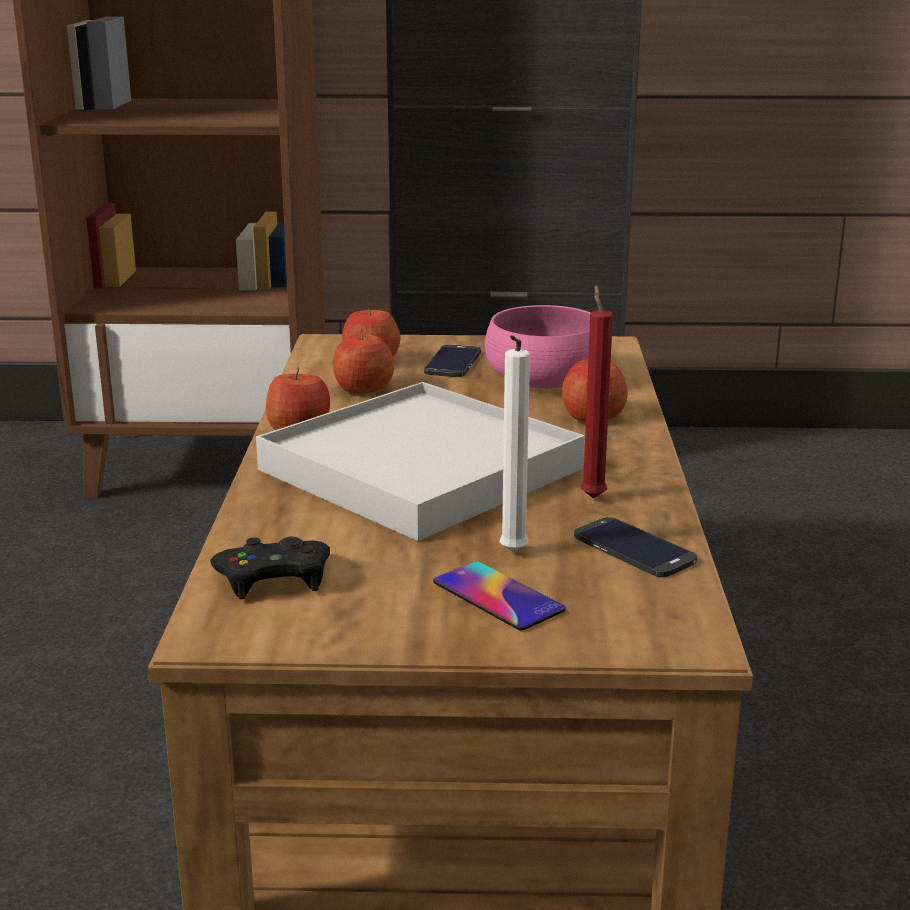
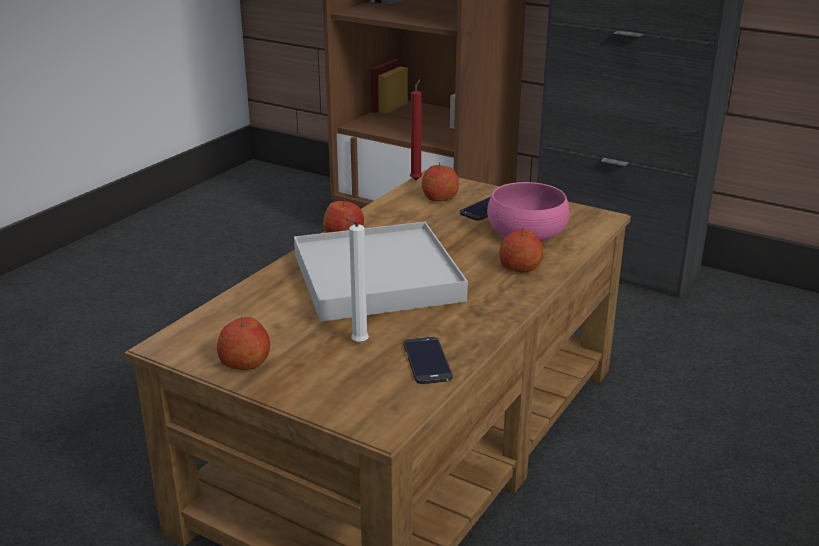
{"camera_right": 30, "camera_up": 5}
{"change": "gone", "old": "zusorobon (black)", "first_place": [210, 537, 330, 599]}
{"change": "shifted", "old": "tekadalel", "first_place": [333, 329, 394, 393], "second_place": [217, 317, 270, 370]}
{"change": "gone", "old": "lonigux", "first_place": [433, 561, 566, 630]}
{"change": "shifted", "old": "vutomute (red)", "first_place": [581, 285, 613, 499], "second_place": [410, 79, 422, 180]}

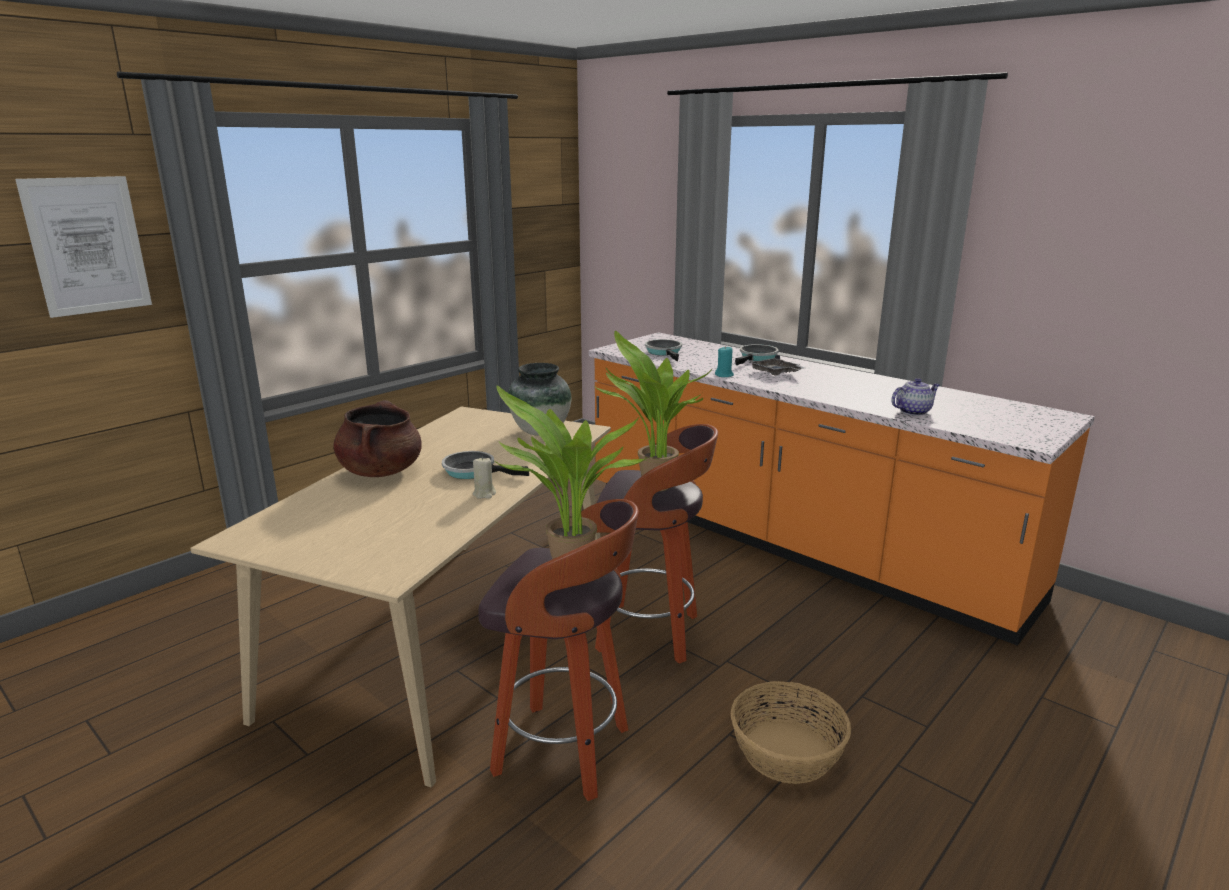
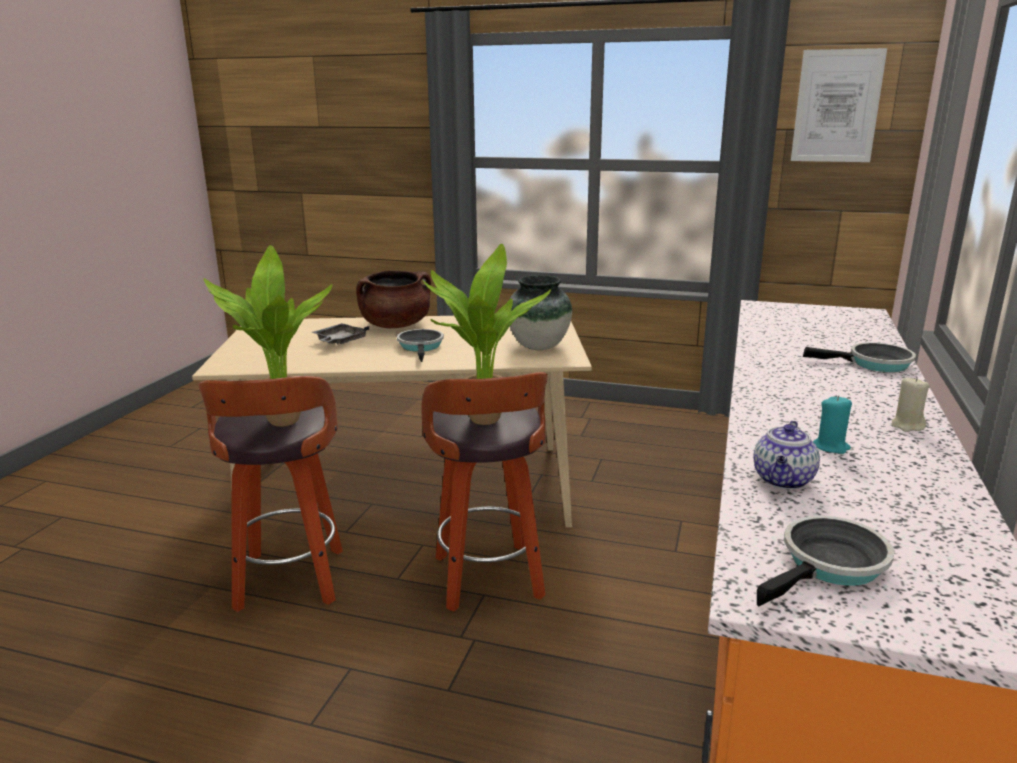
{"camera_right": 65, "camera_up": 0}
{"change": "shifted", "old": "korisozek", "first_place": [15, 176, 152, 318], "second_place": [791, 48, 887, 162]}
{"change": "shifted", "old": "vutomute (beige)", "first_place": [473, 457, 496, 499], "second_place": [891, 377, 930, 432]}
{"change": "shifted", "old": "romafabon", "first_place": [645, 339, 682, 361], "second_place": [757, 516, 894, 606]}
{"change": "shifted", "old": "vutomute (turquoise)", "first_place": [715, 346, 734, 377], "second_place": [813, 396, 852, 454]}
{"change": "gone", "old": "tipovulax", "first_place": [731, 681, 851, 784]}
{"change": "shifted", "old": "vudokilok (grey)", "first_place": [750, 355, 804, 376], "second_place": [312, 323, 369, 345]}
{"change": "rotated", "old": "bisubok", "first_place": [891, 378, 940, 416], "second_place": [753, 421, 820, 489], "degrees": 75}

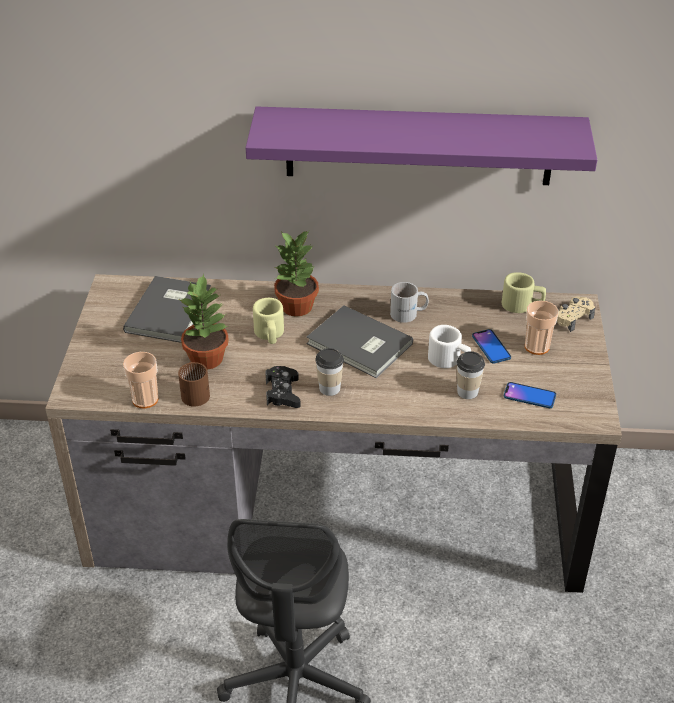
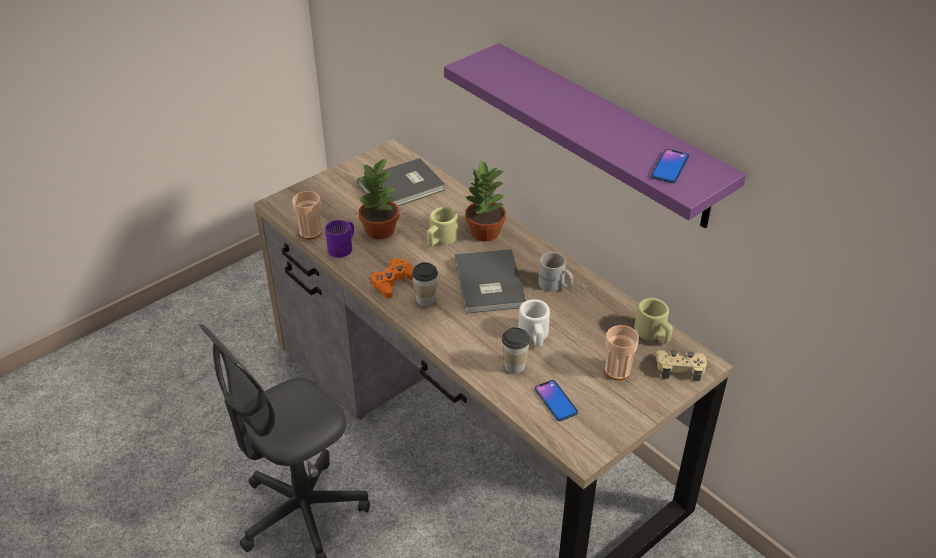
{"camera_right": 45, "camera_up": 0}
{"change": "repainted", "old": "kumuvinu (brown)", "new": "kumuvinu (purple)", "first_place": [178, 362, 210, 407], "second_place": [325, 220, 354, 258]}
{"change": "repainted", "old": "zusorobon (black)", "new": "zusorobon (orange)", "first_place": [265, 366, 301, 408], "second_place": [370, 258, 413, 299]}
{"change": "shifted", "old": "lonigux", "first_place": [472, 329, 511, 364], "second_place": [651, 149, 689, 183]}

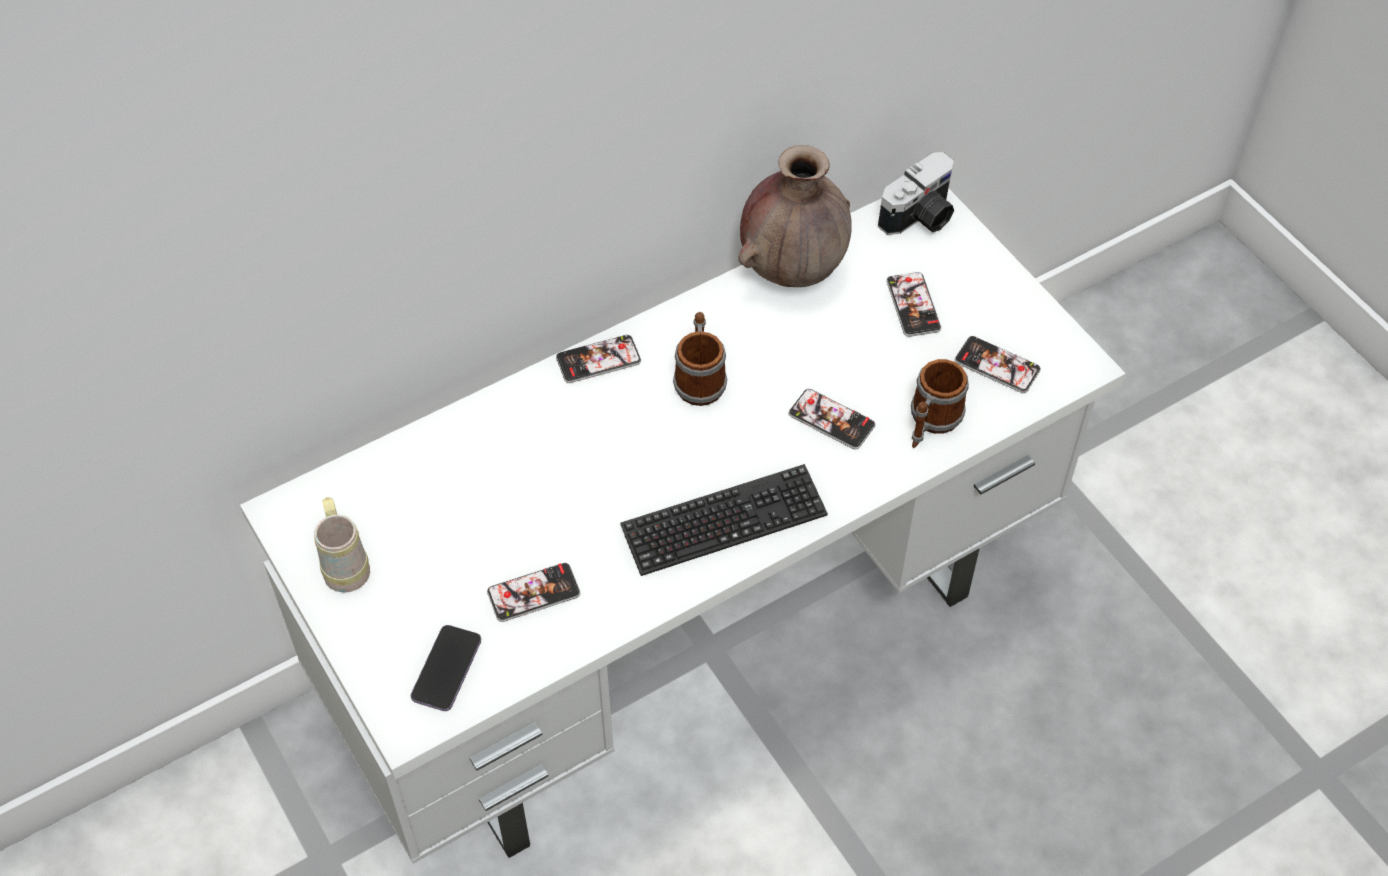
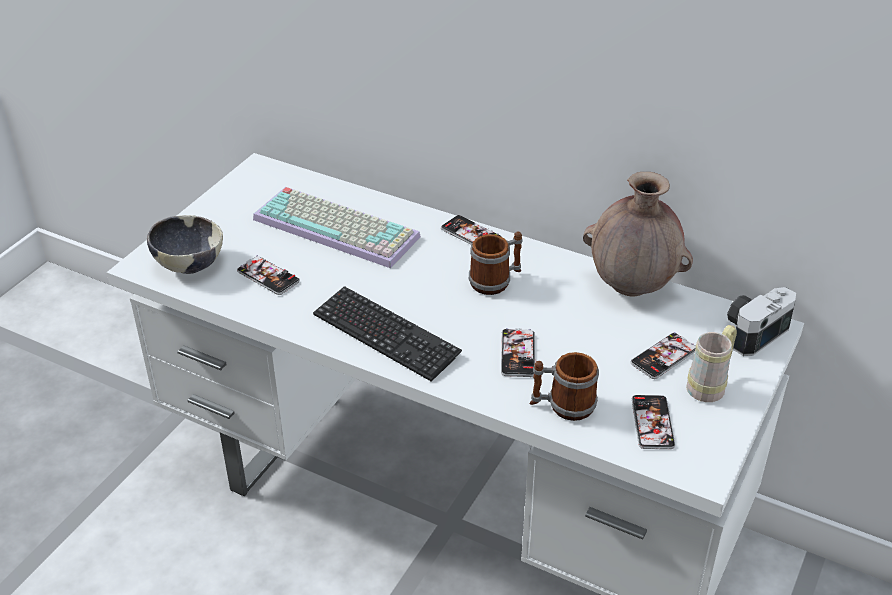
{"camera_right": 60, "camera_up": -15}
{"change": "shifted", "old": "kumuvinu (beige)", "first_place": [314, 497, 370, 593], "second_place": [686, 325, 737, 402]}
{"change": "swapped", "old": "lonigux", "new": "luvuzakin", "first_place": [411, 625, 481, 711], "second_place": [147, 215, 223, 274]}
{"change": "rotated", "old": "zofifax", "first_place": [878, 152, 954, 235], "second_place": [727, 287, 796, 356], "degrees": 120}
{"change": "new", "new": "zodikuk", "second_place": [253, 187, 421, 268]}

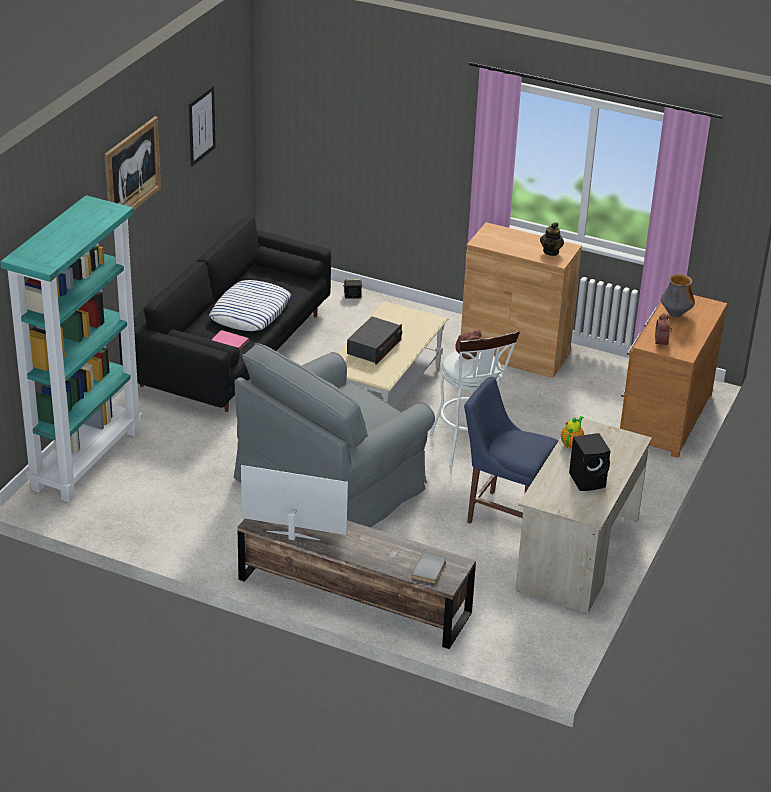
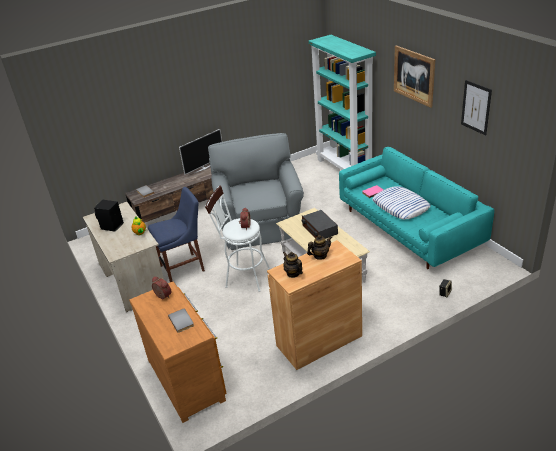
{"camera_right": 130, "camera_up": 0}
{"change": "repainted", "old": "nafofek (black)", "new": "nafofek (turquoise)", "first_place": [119, 218, 331, 412], "second_place": [339, 147, 494, 269]}
{"change": "swapped", "old": "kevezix", "new": "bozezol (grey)", "first_place": [661, 274, 695, 317], "second_place": [168, 309, 194, 333]}
{"change": "new", "new": "bisubok", "second_place": [307, 235, 332, 260]}

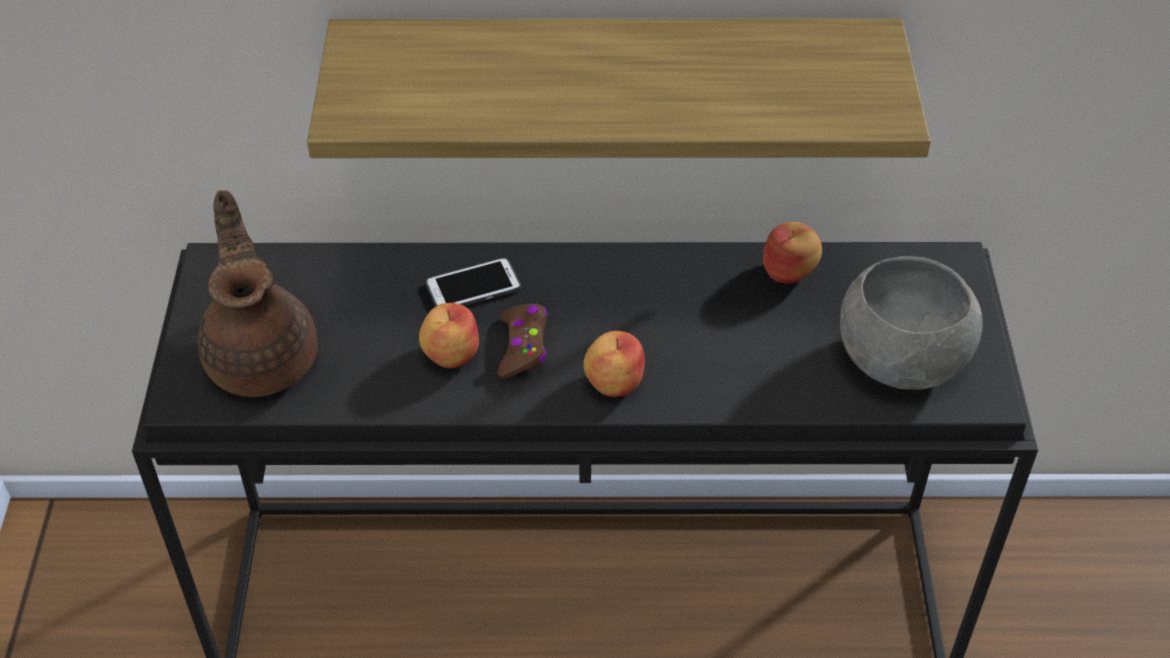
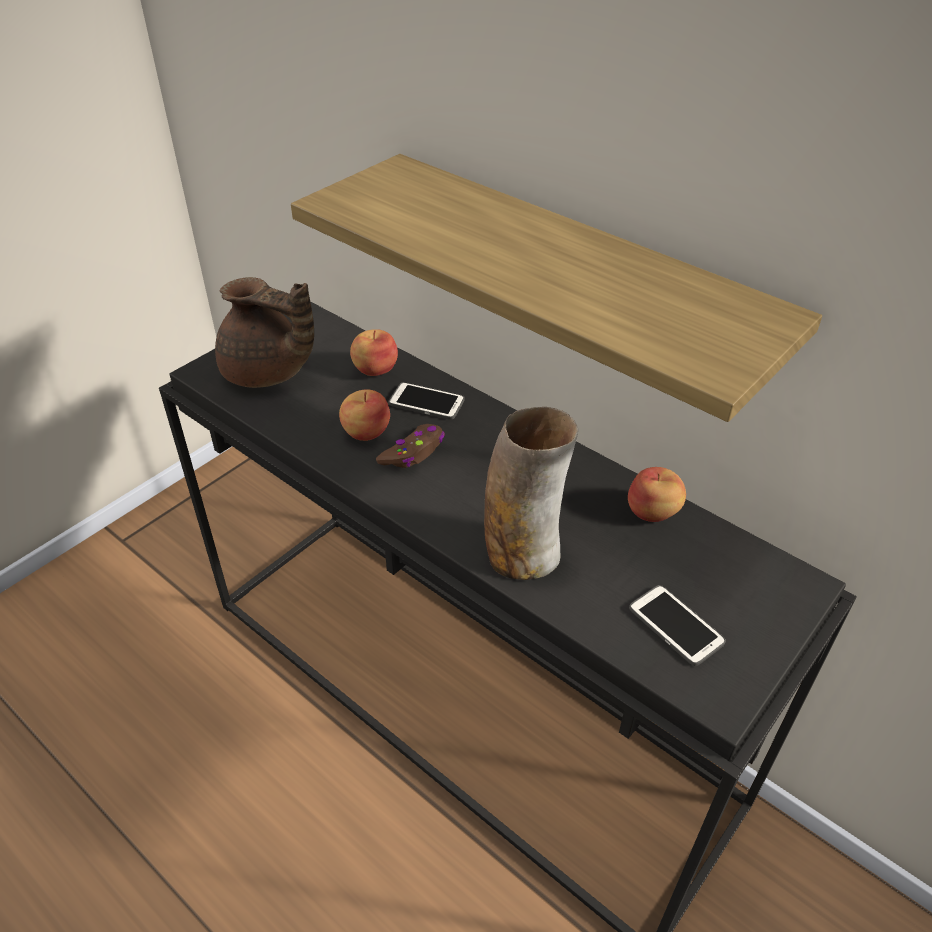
{"camera_right": 40, "camera_up": -5}
{"change": "rotated", "old": "bisubok (brown)", "first_place": [198, 190, 317, 397], "second_place": [215, 277, 314, 388], "degrees": 90}
{"change": "shifted", "old": "tekadalel", "first_place": [583, 331, 645, 397], "second_place": [350, 329, 398, 376]}
{"change": "swapped", "old": "luvuzakin (grey)", "new": "lonigux", "first_place": [840, 256, 983, 390], "second_place": [629, 585, 726, 666]}
{"change": "new", "new": "kevezix", "second_place": [484, 407, 578, 580]}

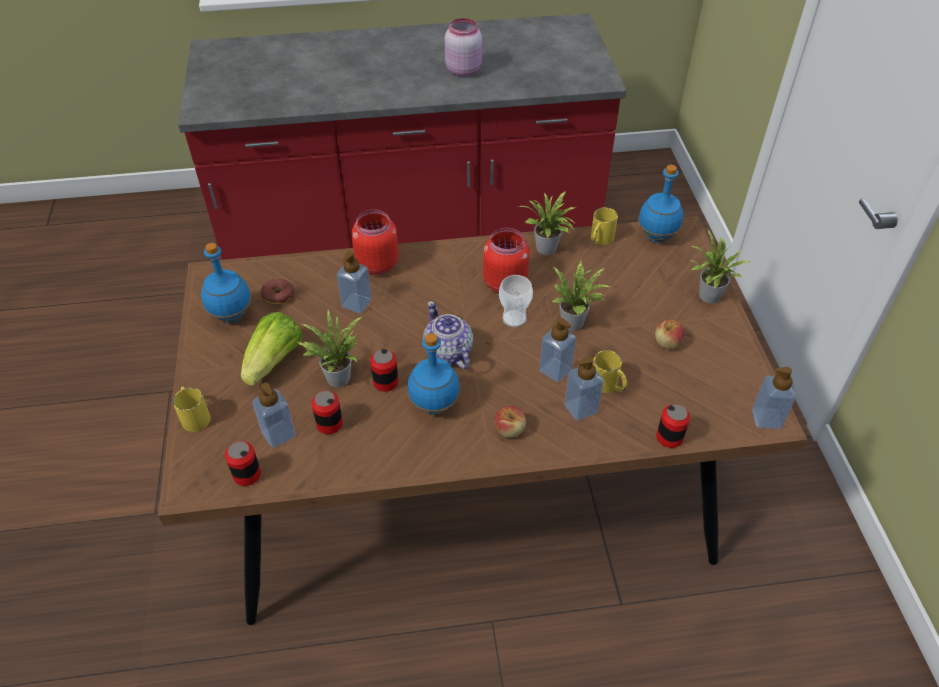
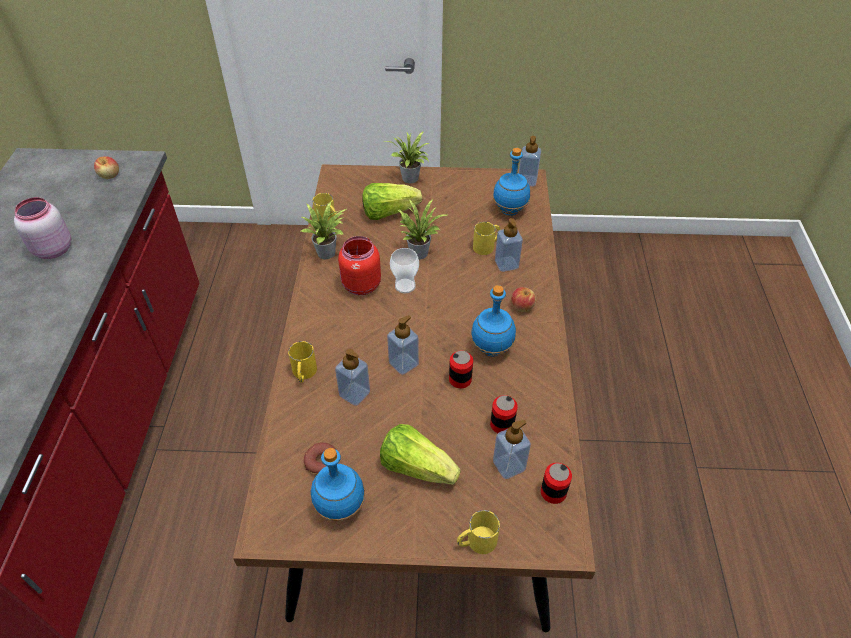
{"camera_right": -80, "camera_up": 0}
{"change": "gone", "old": "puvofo", "first_place": [297, 310, 362, 387]}
{"change": "swapped", "old": "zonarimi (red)", "new": "kumuvinu (yellow)", "first_place": [352, 210, 399, 275], "second_place": [288, 341, 317, 383]}
{"change": "gone", "old": "bisubok", "first_place": [423, 301, 473, 369]}
{"change": "shifted", "old": "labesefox", "first_place": [539, 318, 576, 382], "second_place": [387, 315, 419, 375]}
{"change": "shifted", "old": "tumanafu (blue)", "first_place": [638, 165, 683, 243], "second_place": [493, 148, 530, 216]}
{"change": "shifted", "old": "tekadalel", "first_place": [655, 319, 684, 349], "second_place": [94, 156, 119, 179]}
{"change": "gone", "old": "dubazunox", "first_place": [656, 404, 690, 448]}
{"change": "new", "new": "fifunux", "second_place": [362, 183, 422, 220]}

